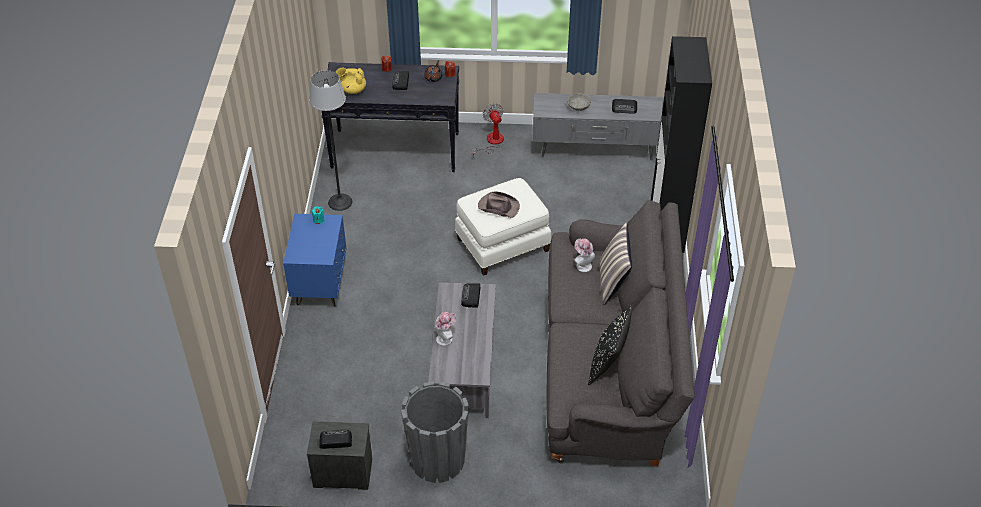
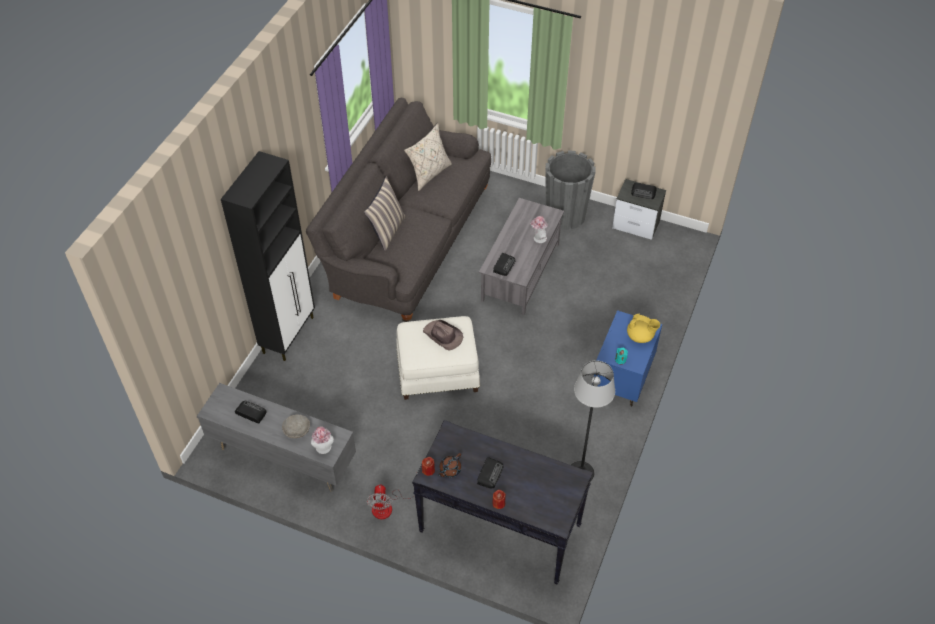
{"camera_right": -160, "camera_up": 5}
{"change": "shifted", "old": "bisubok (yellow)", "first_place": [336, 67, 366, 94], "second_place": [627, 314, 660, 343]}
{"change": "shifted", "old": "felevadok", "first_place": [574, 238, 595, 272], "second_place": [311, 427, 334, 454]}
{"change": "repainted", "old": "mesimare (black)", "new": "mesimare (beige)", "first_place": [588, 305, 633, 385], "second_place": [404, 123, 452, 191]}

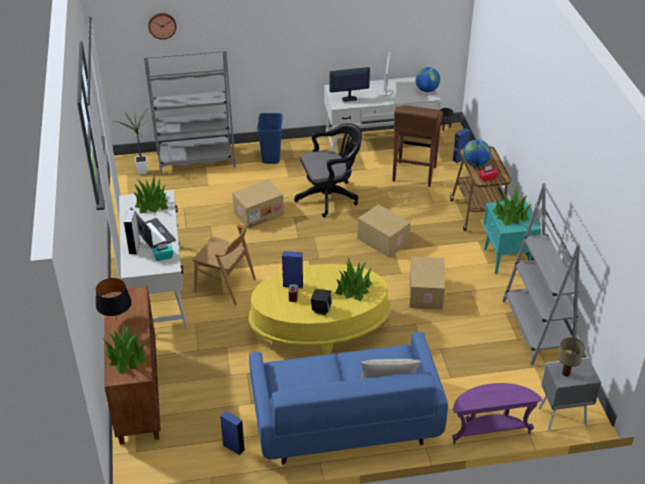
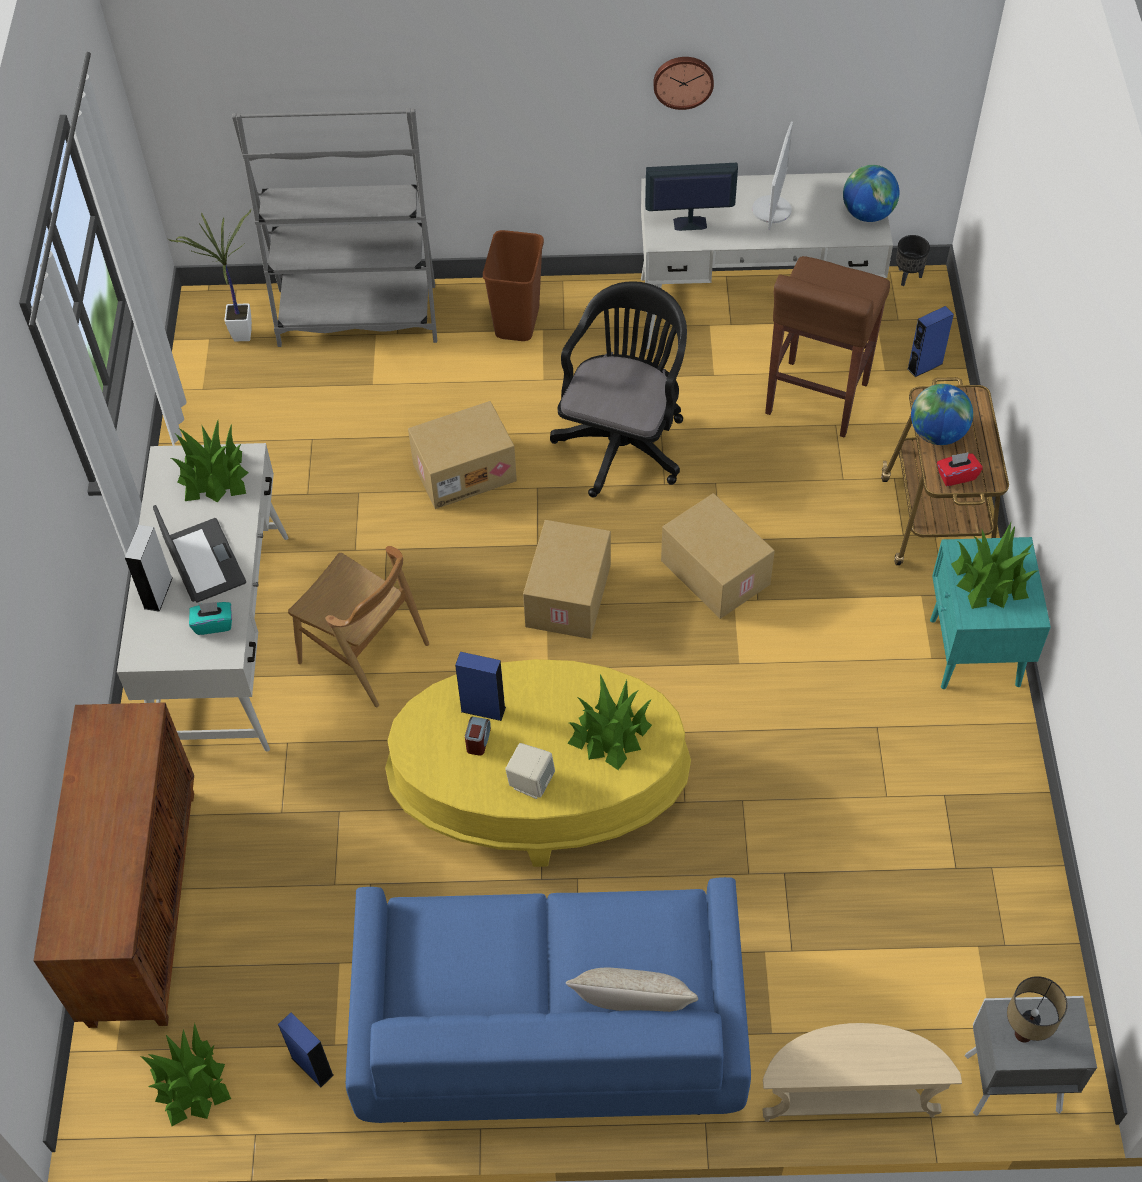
{"camera_right": 10, "camera_up": 15}
{"change": "gone", "old": "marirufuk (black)", "first_place": [96, 278, 132, 320]}
{"change": "shifted", "old": "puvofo", "first_place": [103, 322, 148, 373], "second_place": [140, 1023, 231, 1126]}
{"change": "shifted", "old": "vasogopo", "first_place": [148, 13, 176, 40], "second_place": [653, 57, 714, 110]}
{"change": "repainted", "old": "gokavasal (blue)", "new": "gokavasal (brown)", "first_place": [257, 113, 283, 164], "second_place": [483, 230, 544, 341]}
{"change": "rotated", "old": "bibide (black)", "first_place": [294, 123, 362, 217], "second_place": [550, 281, 687, 498], "degrees": -60}
{"change": "repainted", "old": "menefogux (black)", "new": "menefogux (beige)", "first_place": [311, 289, 332, 315], "second_place": [505, 743, 555, 799]}
{"change": "shifted", "old": "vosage", "first_place": [409, 256, 445, 310], "second_place": [523, 520, 611, 639]}
{"change": "repainted", "old": "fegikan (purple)", "new": "fegikan (beige)", "first_place": [452, 383, 543, 444], "second_place": [762, 1023, 962, 1122]}
{"change": "gone", "old": "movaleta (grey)", "first_place": [502, 183, 581, 365]}

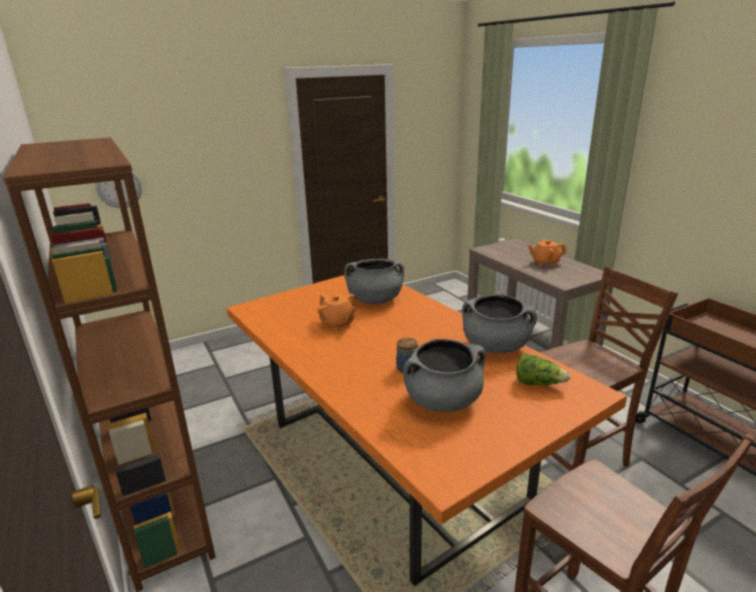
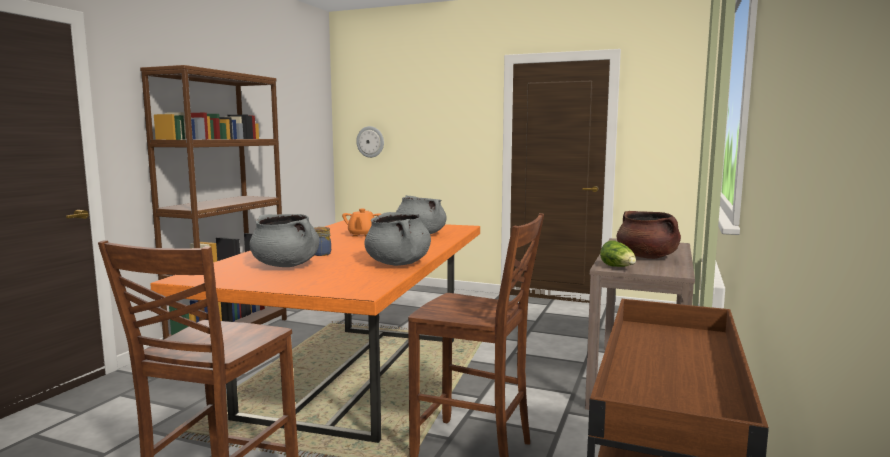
{"camera_right": 50, "camera_up": -15}
{"change": "shifted", "old": "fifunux", "first_place": [516, 354, 571, 385], "second_place": [600, 240, 636, 267]}
{"change": "swapped", "old": "bisubok (orange)", "new": "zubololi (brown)", "first_place": [528, 239, 566, 266], "second_place": [617, 211, 681, 259]}

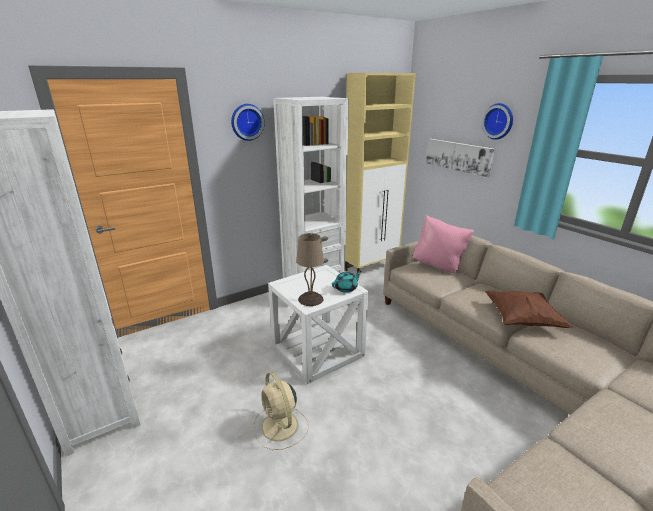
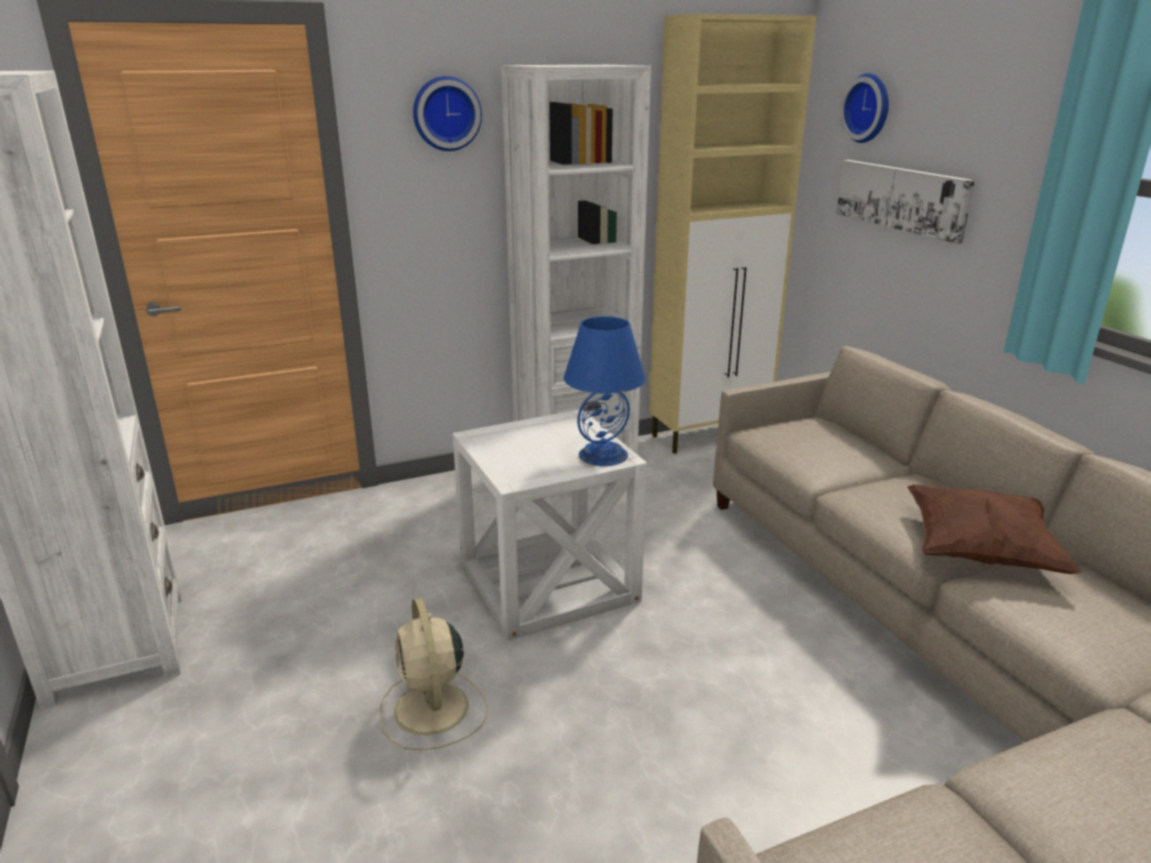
{"camera_right": 10, "camera_up": 0}
{"change": "gone", "old": "marirufuk (beige)", "first_place": [296, 233, 324, 306]}
{"change": "swapped", "old": "bisubok (turquoise)", "new": "marirufuk (blue)", "first_place": [332, 271, 361, 293], "second_place": [564, 316, 646, 466]}
{"change": "gone", "old": "mesimare (pink)", "first_place": [413, 215, 474, 274]}
{"change": "shifted", "old": "vasogopo", "first_place": [482, 103, 513, 140], "second_place": [840, 73, 889, 143]}

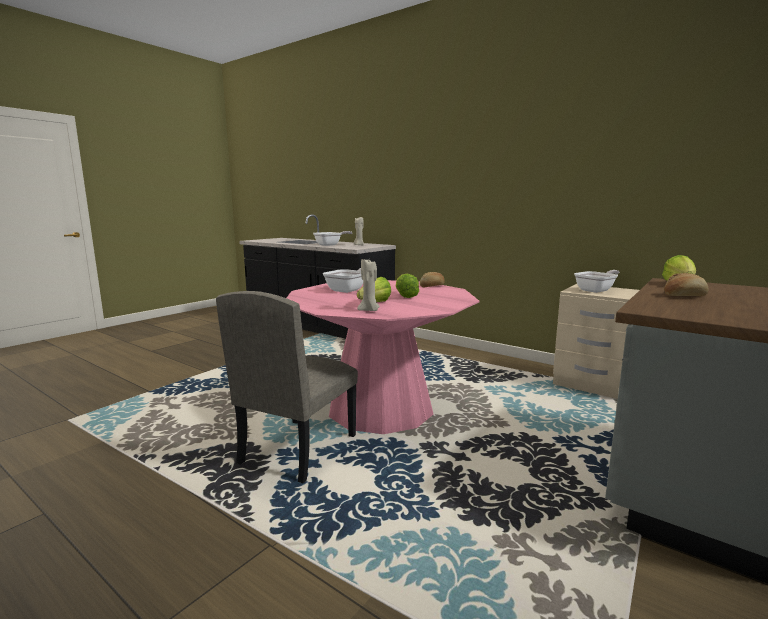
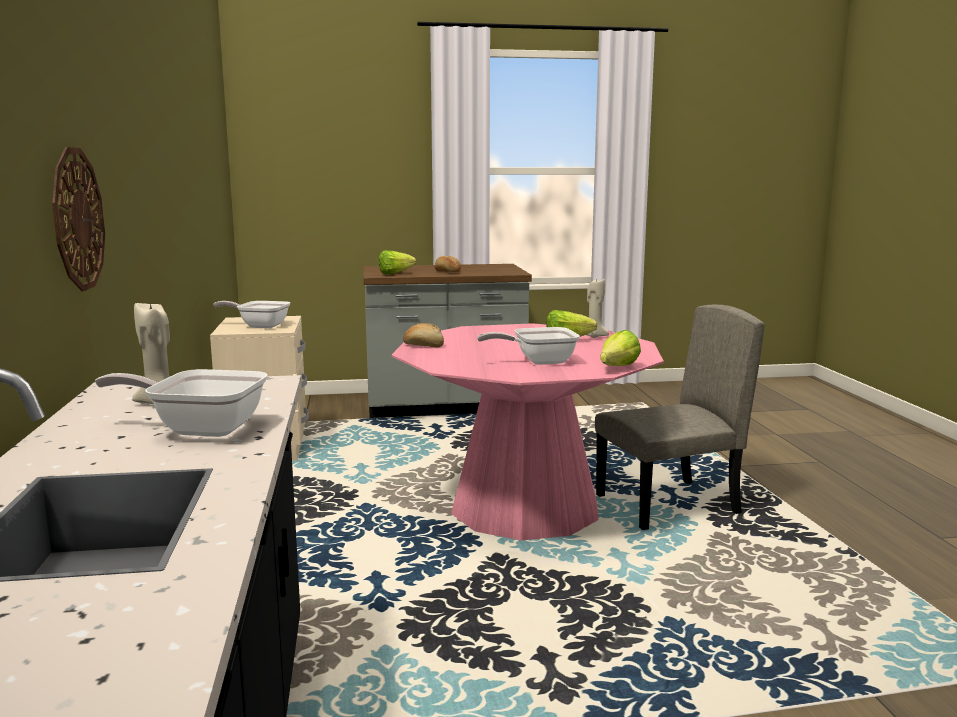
{"camera_right": -135, "camera_up": 0}
{"change": "shifted", "old": "fifunux", "first_place": [396, 274, 419, 298], "second_place": [600, 330, 641, 366]}
{"change": "new", "new": "vasogopo", "second_place": [52, 147, 105, 291]}

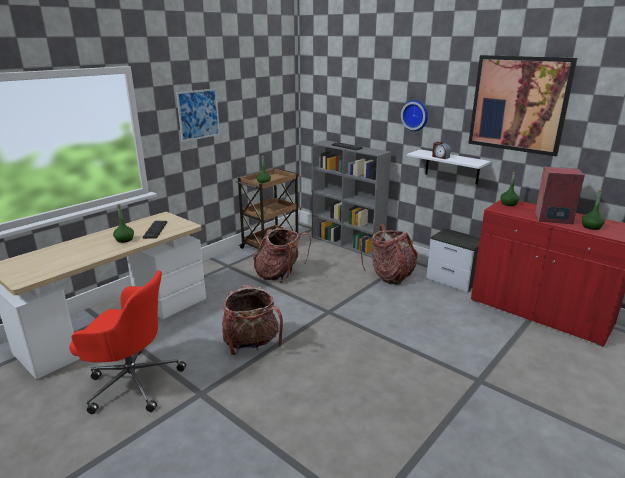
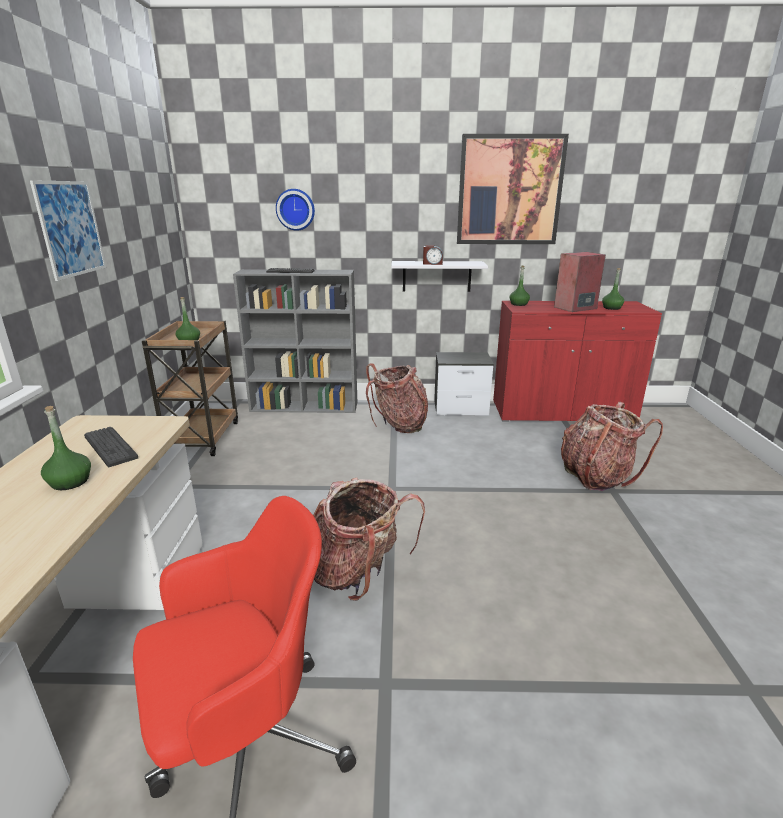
{"camera_right": -40, "camera_up": 0}
{"change": "shifted", "old": "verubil", "first_place": [253, 228, 311, 283], "second_place": [561, 402, 663, 491]}
{"change": "shifted", "old": "vasogopo", "first_place": [401, 100, 428, 131], "second_place": [276, 189, 315, 231]}

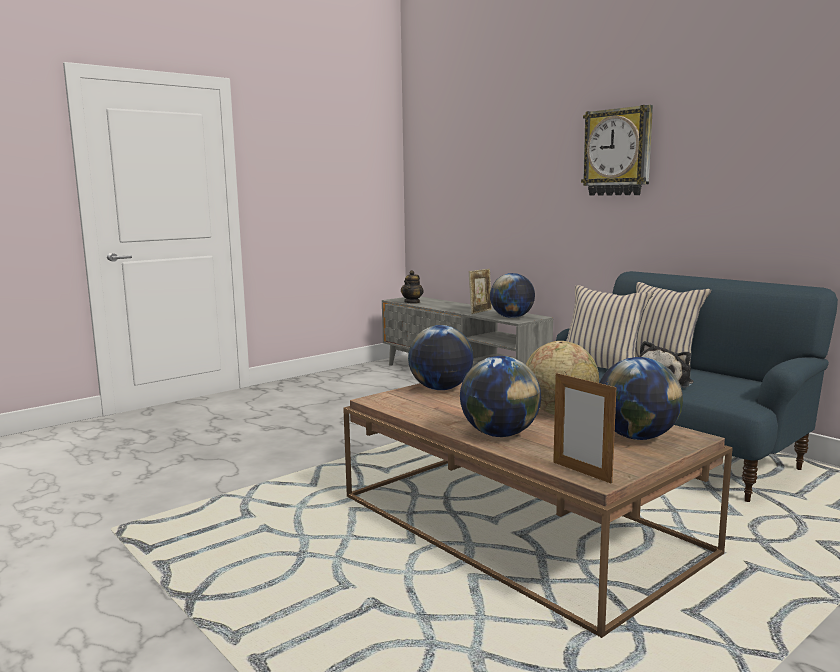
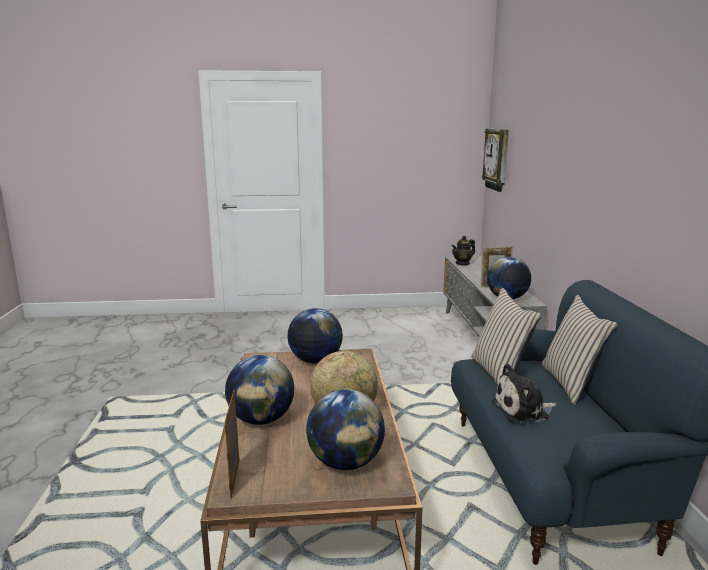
{"camera_right": 35, "camera_up": 5}
{"change": "shifted", "old": "vasogopo", "first_place": [581, 105, 653, 196], "second_place": [482, 129, 509, 192]}

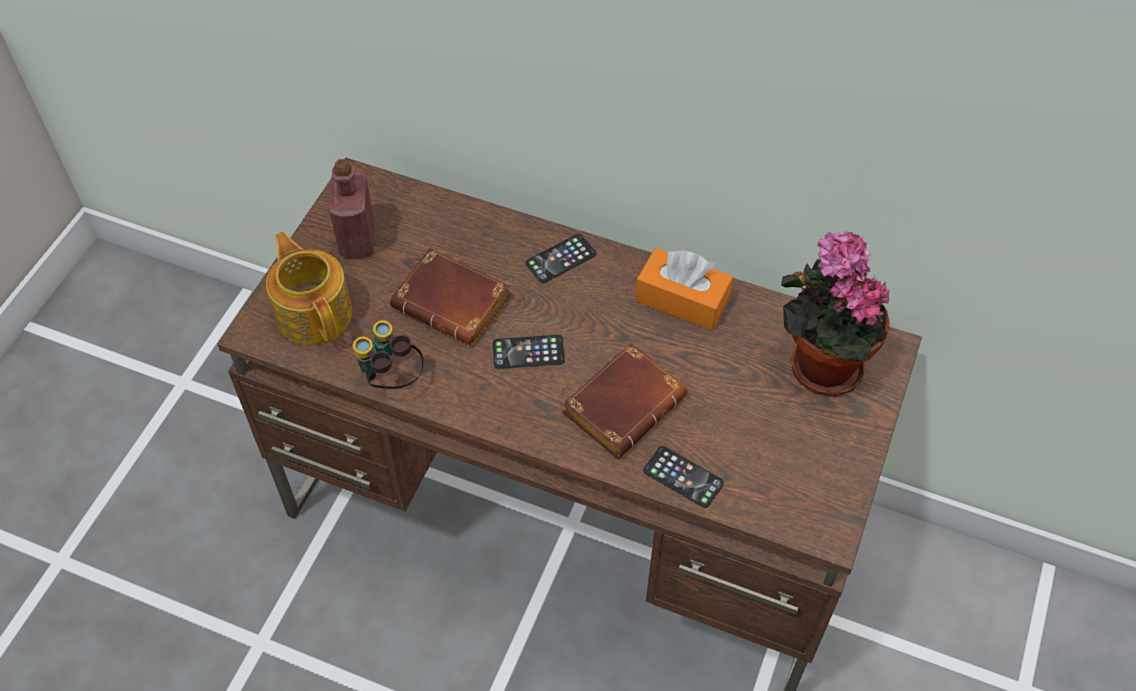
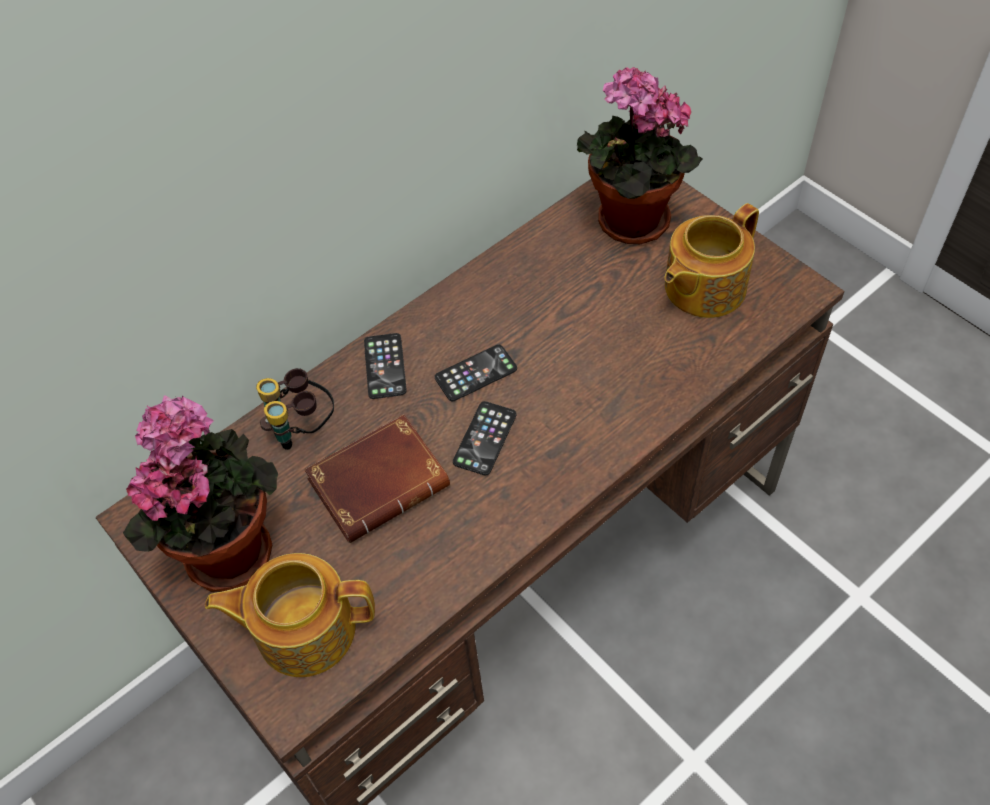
{"camera_right": -60, "camera_up": 0}
{"change": "swapped", "old": "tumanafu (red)", "new": "puvofo", "first_place": [329, 159, 374, 259], "second_place": [123, 395, 278, 592]}
{"change": "shifted", "old": "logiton", "first_place": [353, 320, 424, 389], "second_place": [256, 368, 334, 450]}
{"change": "gone", "old": "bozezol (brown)", "first_place": [562, 342, 687, 458]}
{"change": "gone", "old": "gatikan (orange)", "first_place": [635, 248, 733, 330]}
{"change": "shifted", "old": "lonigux", "first_place": [643, 446, 724, 508], "second_place": [435, 344, 517, 401]}
{"change": "new", "new": "bisubok", "second_place": [664, 203, 759, 318]}

